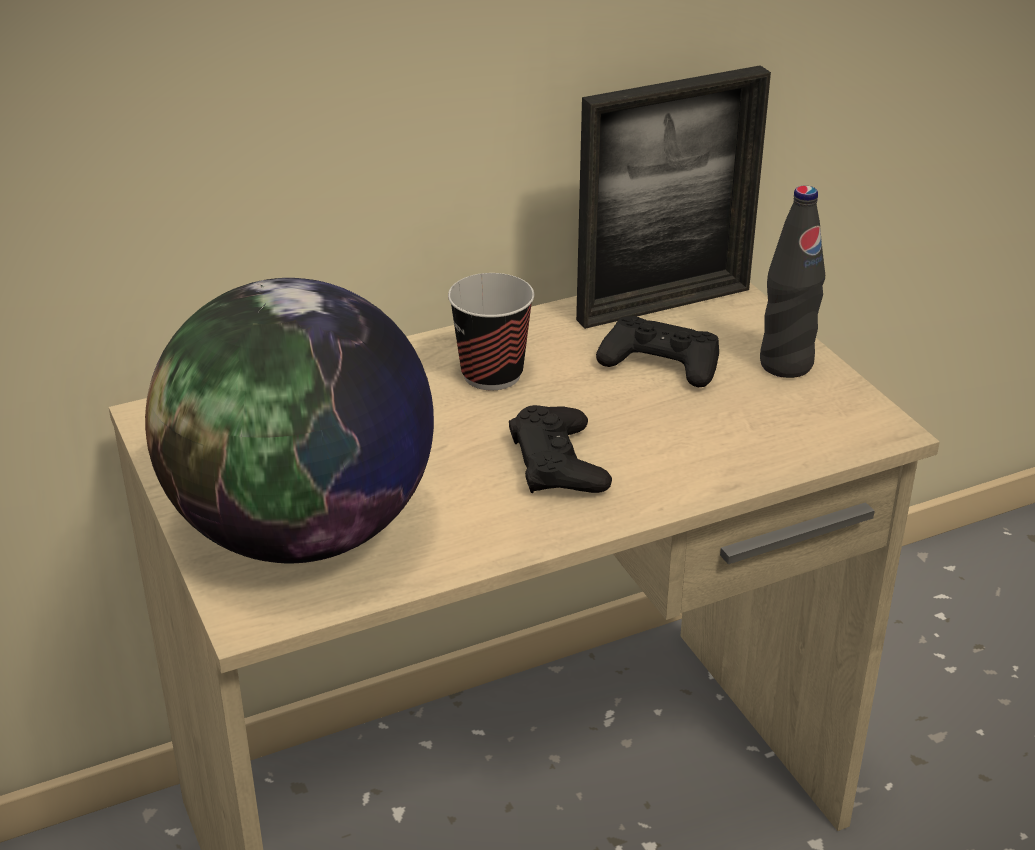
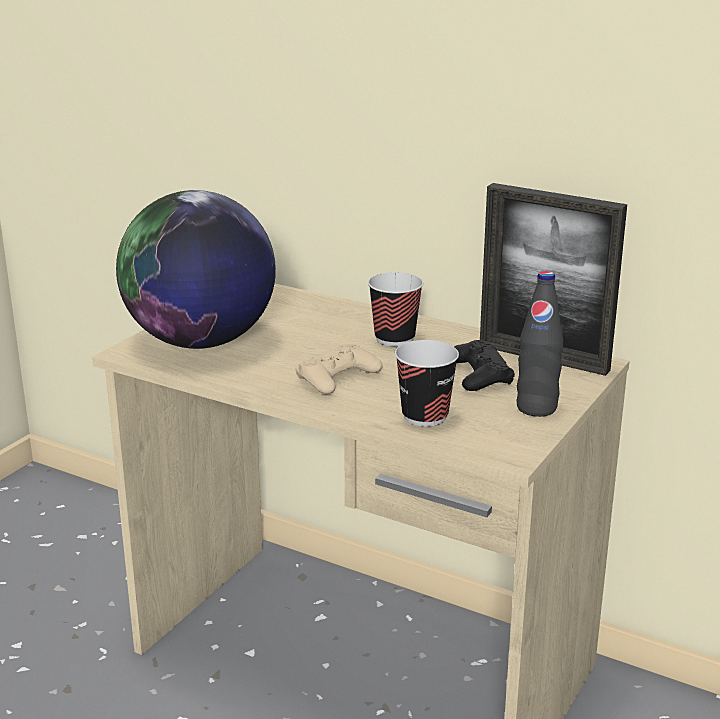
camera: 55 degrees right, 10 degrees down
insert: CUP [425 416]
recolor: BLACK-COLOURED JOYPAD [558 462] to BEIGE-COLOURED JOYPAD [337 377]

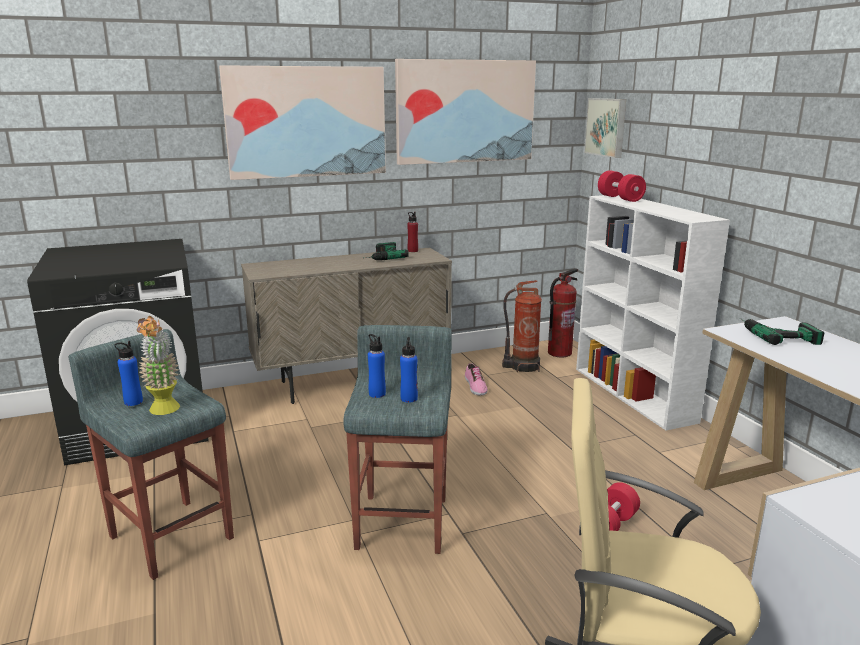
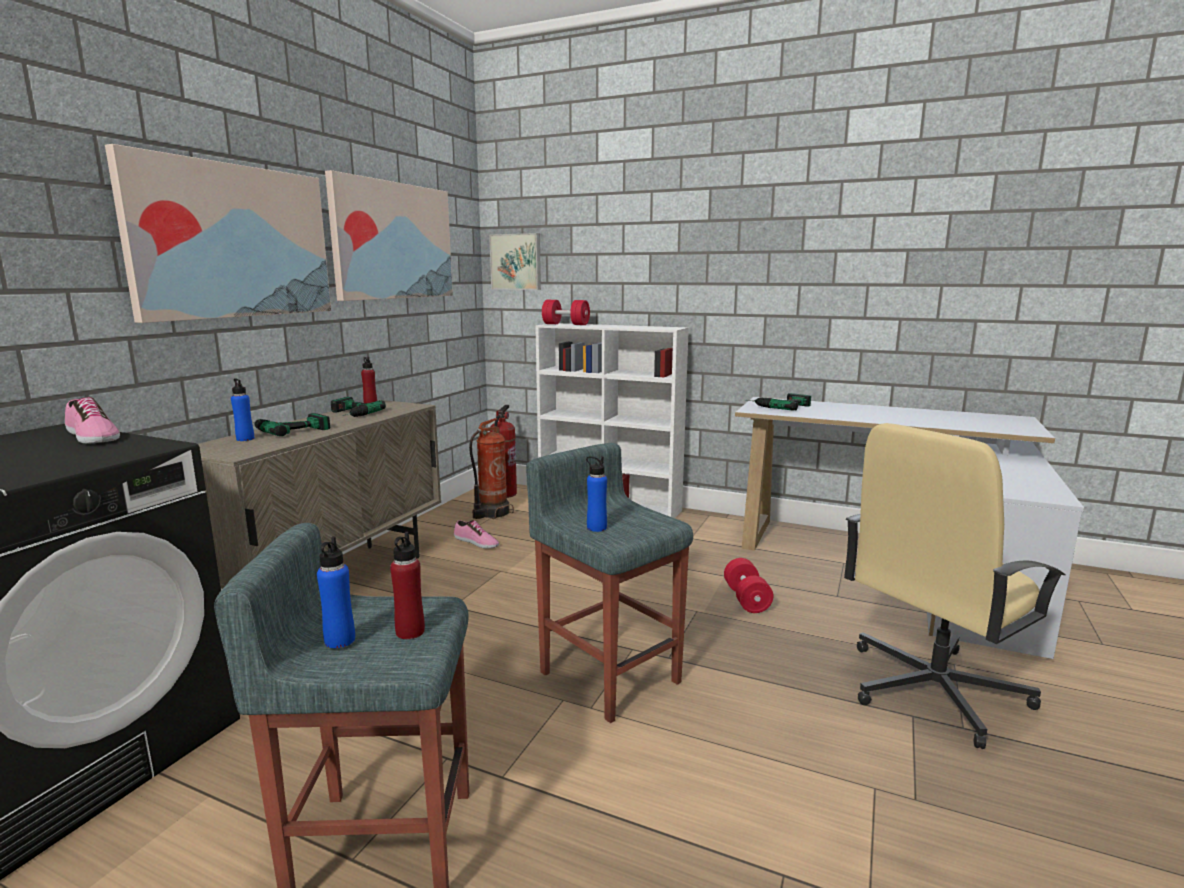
camera: 45 degrees left, 5 degrees down
insert: ITEM OF FOOTWEAR [91 436]; DRILL [288 429]
move: BLUISH DRINK BOTTLE [409 398] to [245 439]
replace: PLANT IN A POT [164 412] to REDDISH DRINK BOTTLE [410 632]

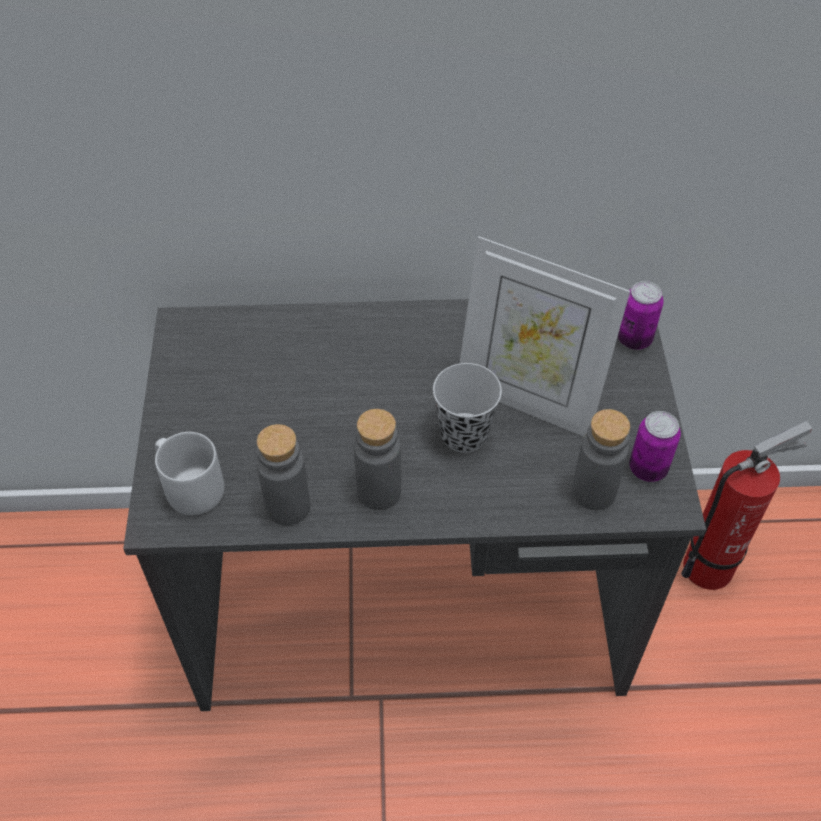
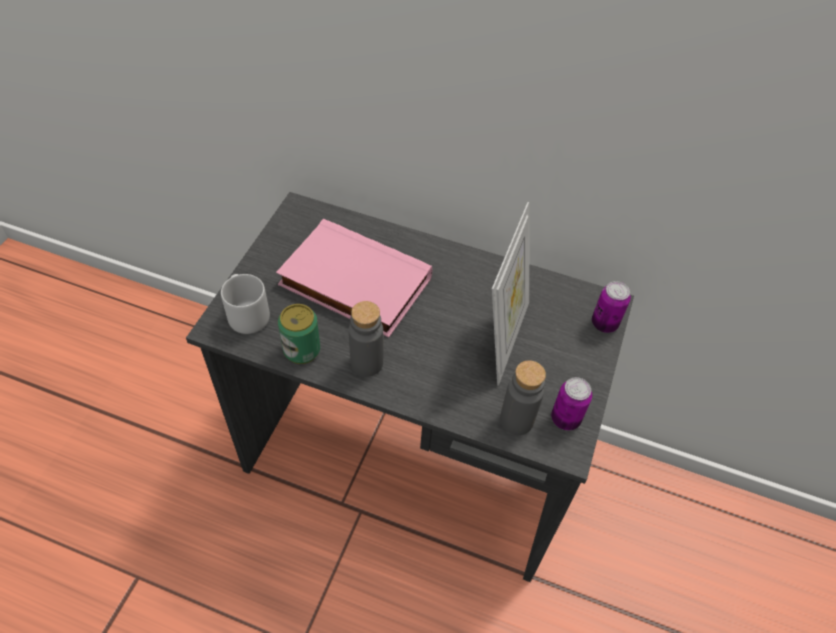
camera: 20 degrees right, 0 degrees up
delete: BLACK-COLOURED CUP [464 434]; EXTINGUISHER [714 565]
insert: PINK BOUND BOOK [352 284]
replace: GREY DRINK BOTTLE [288 506] to CAN [302 350]
rotate: PHOTO FRAME [527 400] = [503 338] 120 degrees counterclockwise

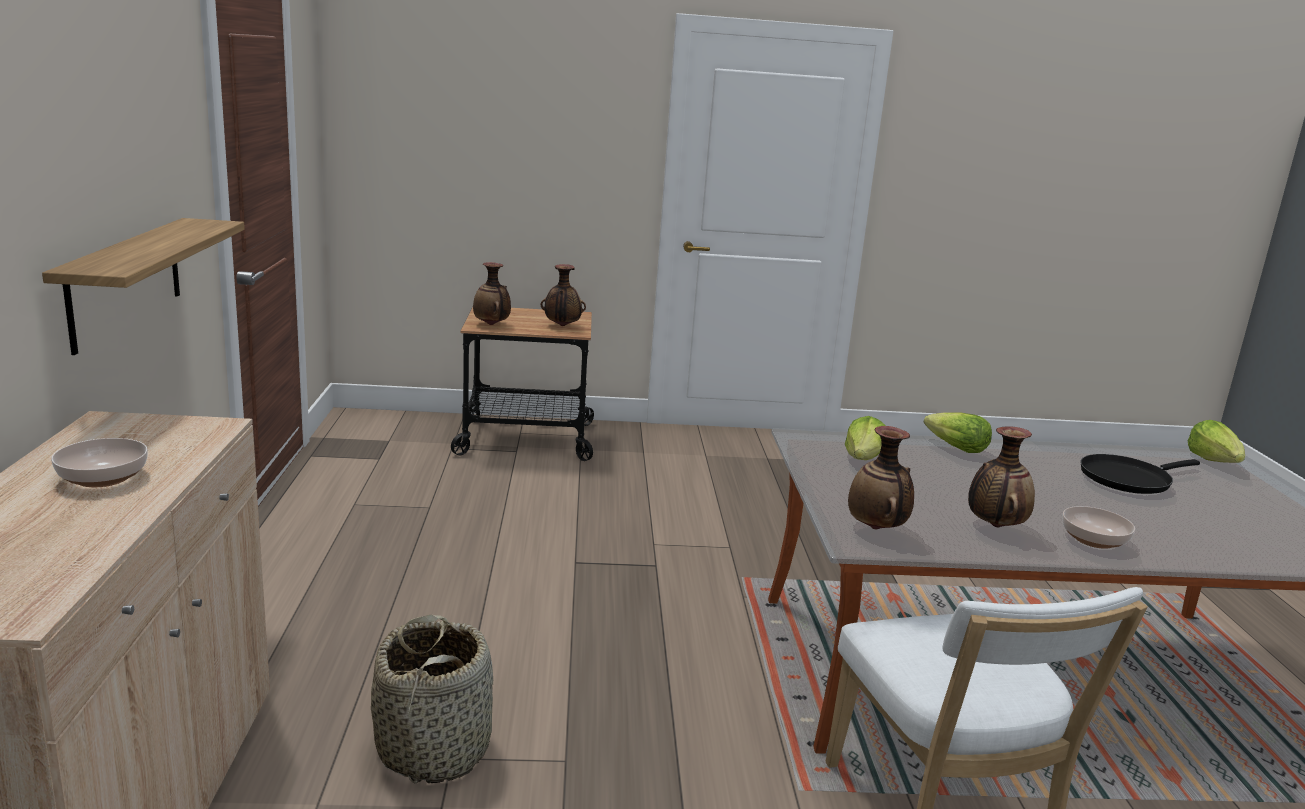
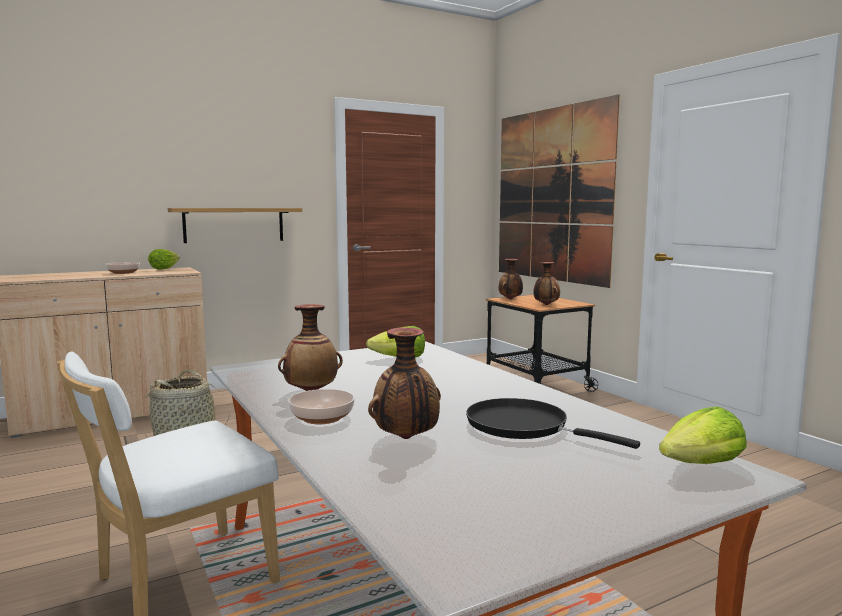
camera: 65 degrees right, 10 degrees down
insert: WALL ART [551 195]
move: DECORATIVE VASE [876 528] to [406 438]; HEAD OF LETTUCE [955 448] to [164 268]

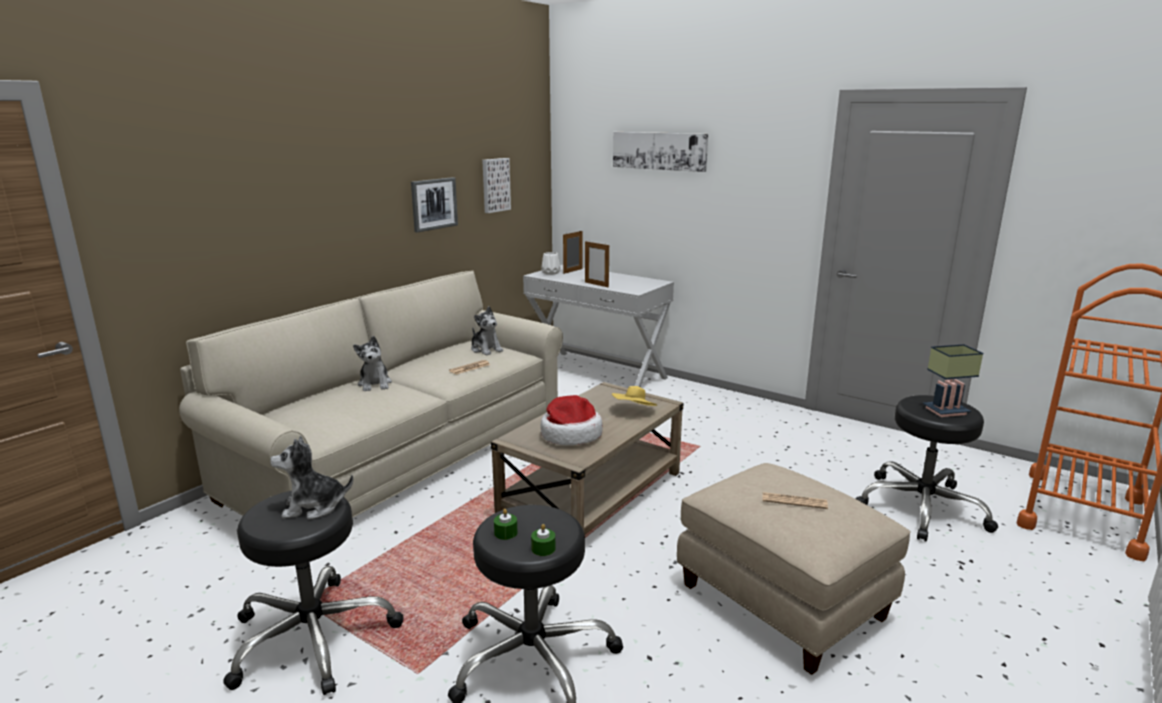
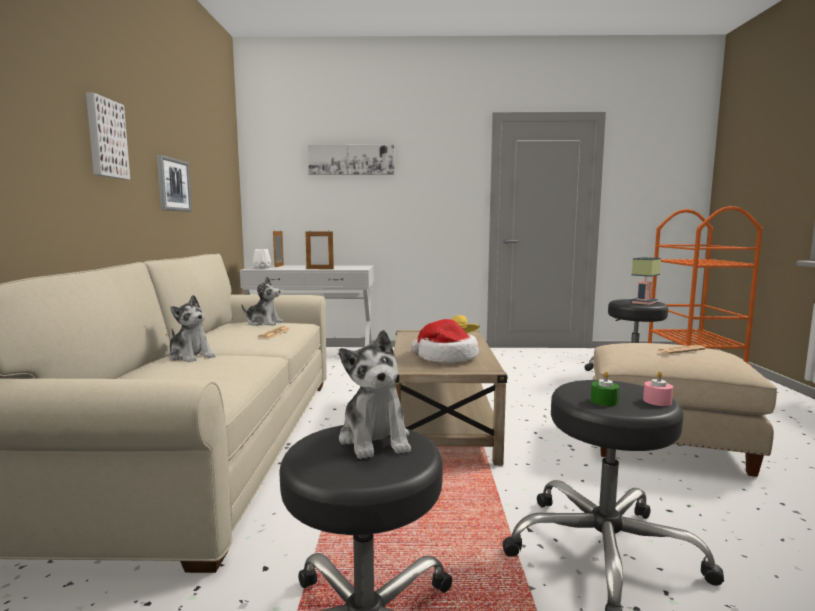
camera: 35 degrees left, 10 degrees down
move: WALL ART [495 185] to [105 138]
recolor: GREENISH WAX CANDLE [543 549] to PINK WAX CANDLE [657 401]
rotate: CUDDLY TOY [313 507] = [375 439] 60 degrees counterclockwise

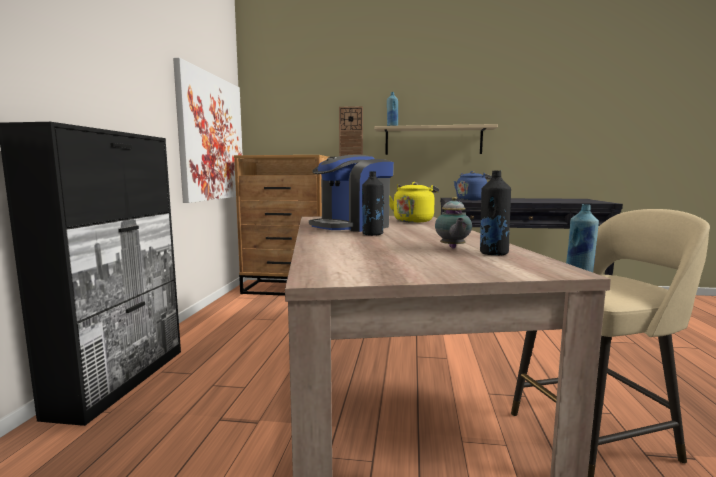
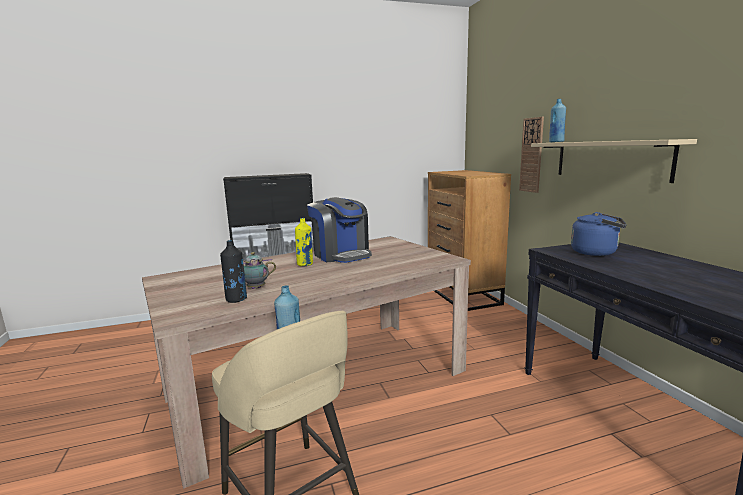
camera: 65 degrees right, 5 degrees up
delete: WALL ART [211 138]; YELLOWISH TEA KETTLE [414 221]
recolor: BLACK-COLOURED DRINK BOTTLE [372 234] to YELLOWISH DRINK BOTTLE [305 264]
rotate: COFFEE MACHINE [352 227] = [341 255] 150 degrees counterclockwise

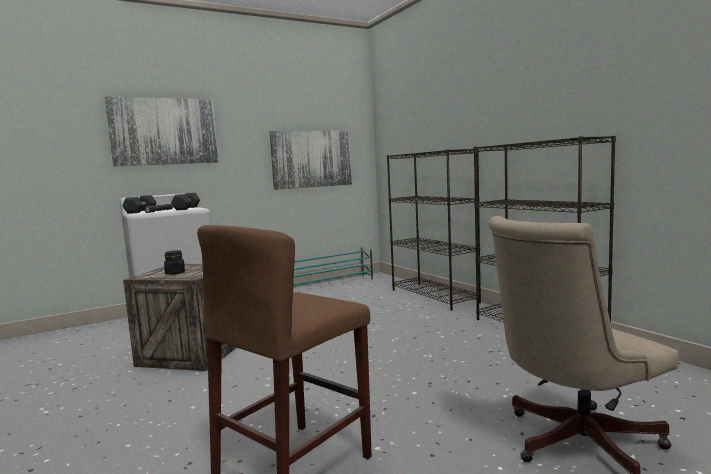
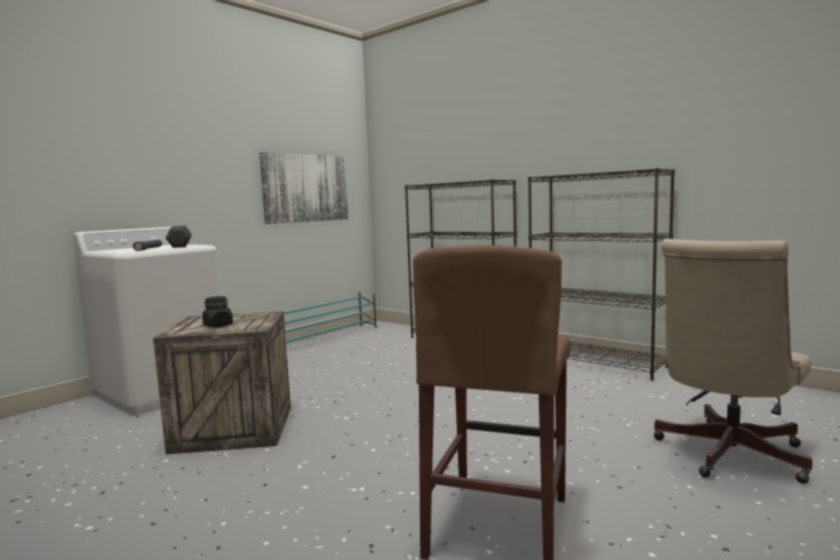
camera: 20 degrees left, 0 degrees up
delete: WALL ART [164 131]; BLACK-COLOURED HAND WEIGHT [140 211]

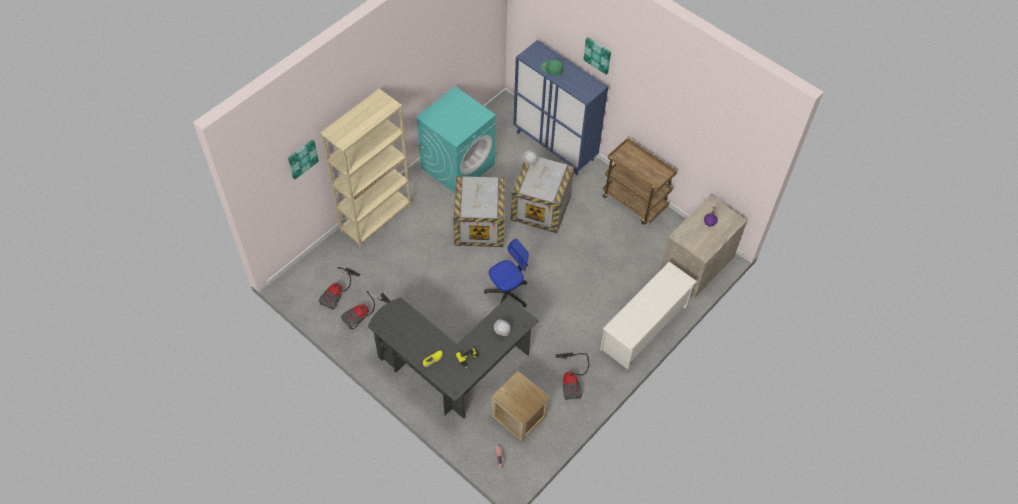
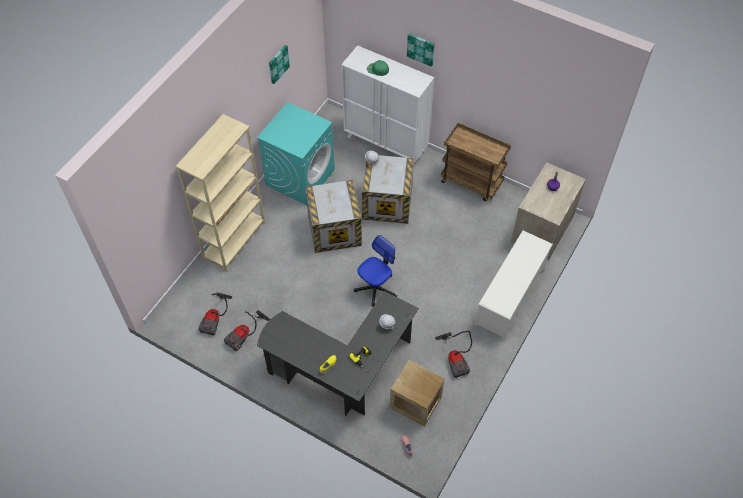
camera: 10 degrees left, 0 degrees up
move: WALL ART [302 158] to [278 64]
recolor: BLUISH CUPBOARD [555 146] to WHITE CUPBOARD [386 143]

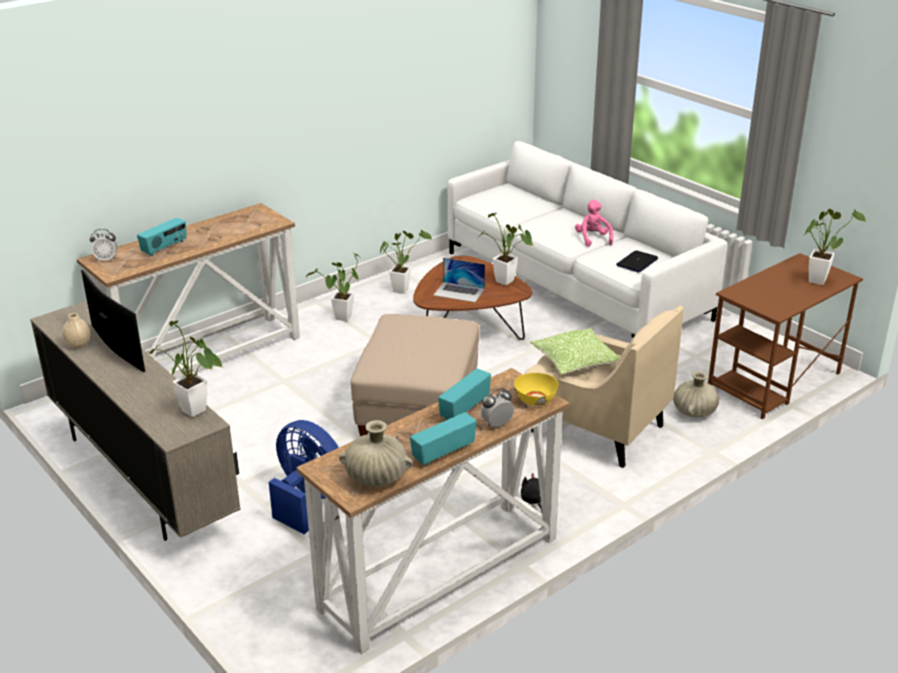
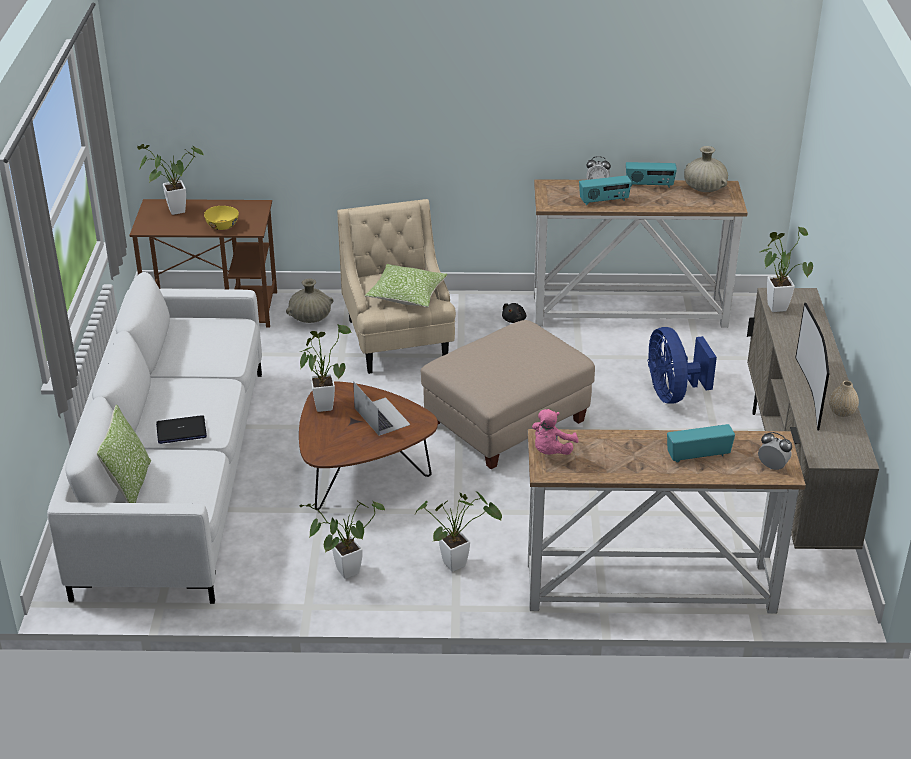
camera: 140 degrees left, 5 degrees up
insert: THROW PILLOW [130 485]
move: YELLOWISH SERVING BOWL [535 400] to [223 226]; PINK CUDDLY TOY [593 239] to [551 451]; NOTEBOOK COMPUTER [637 262] to [181 431]

